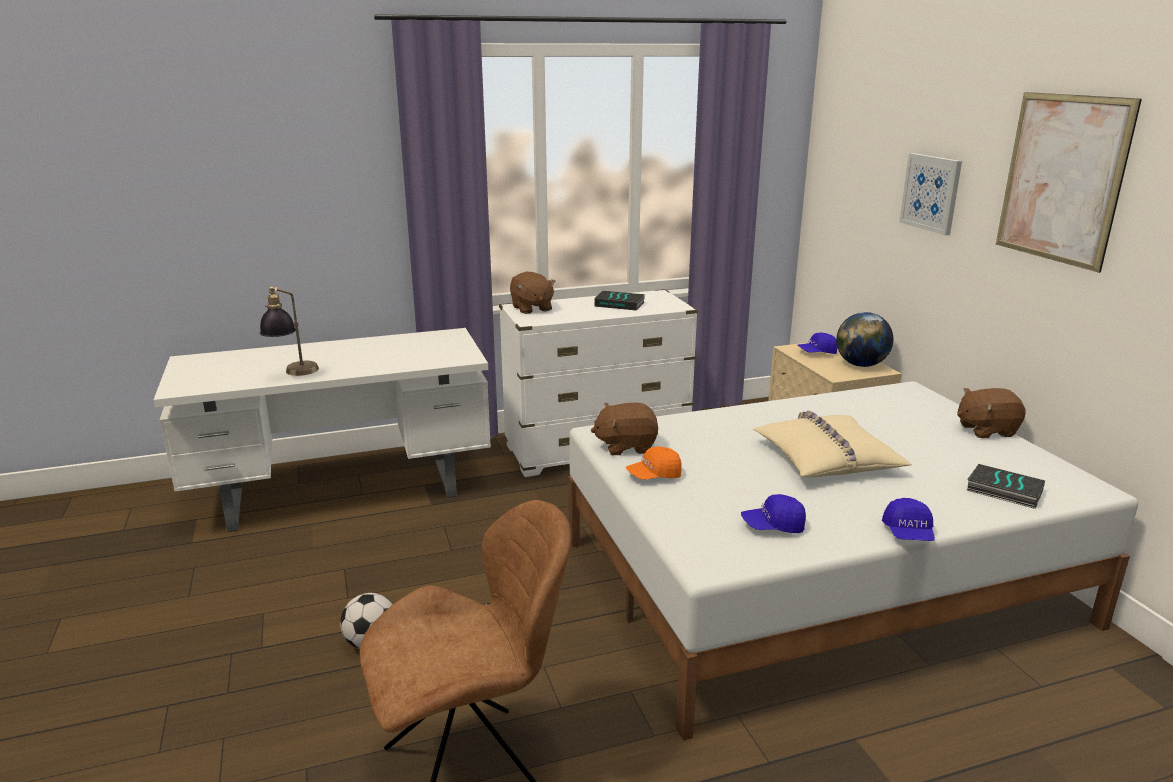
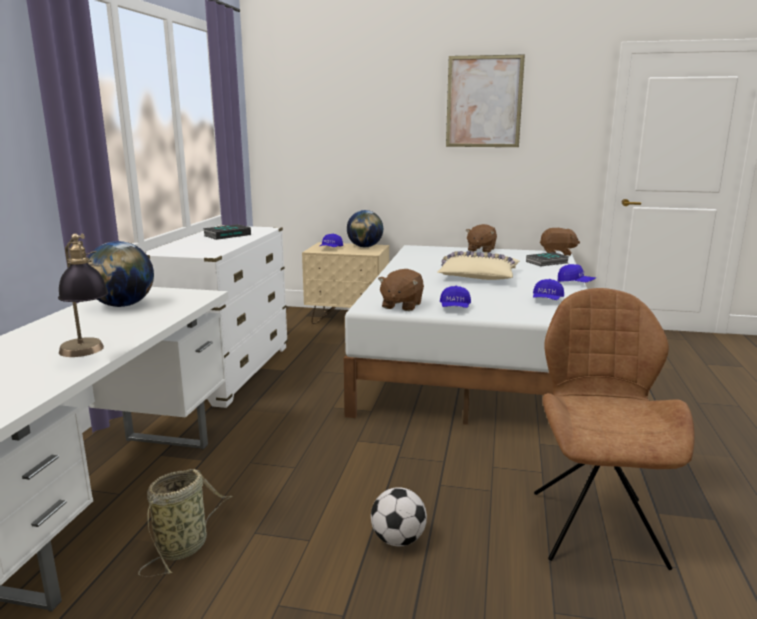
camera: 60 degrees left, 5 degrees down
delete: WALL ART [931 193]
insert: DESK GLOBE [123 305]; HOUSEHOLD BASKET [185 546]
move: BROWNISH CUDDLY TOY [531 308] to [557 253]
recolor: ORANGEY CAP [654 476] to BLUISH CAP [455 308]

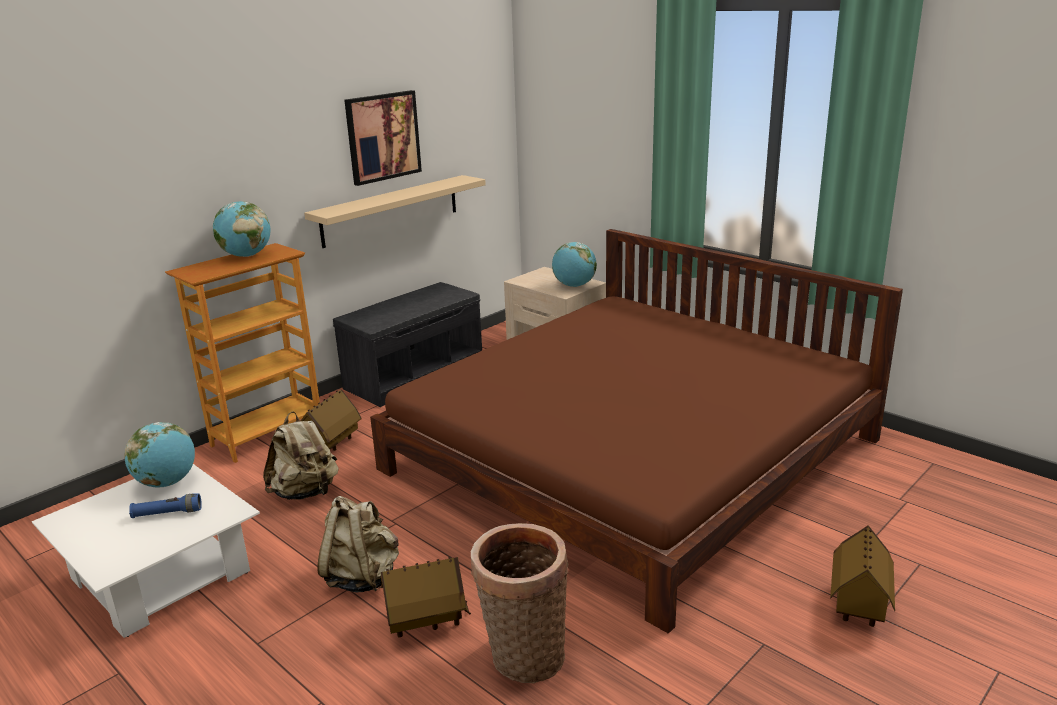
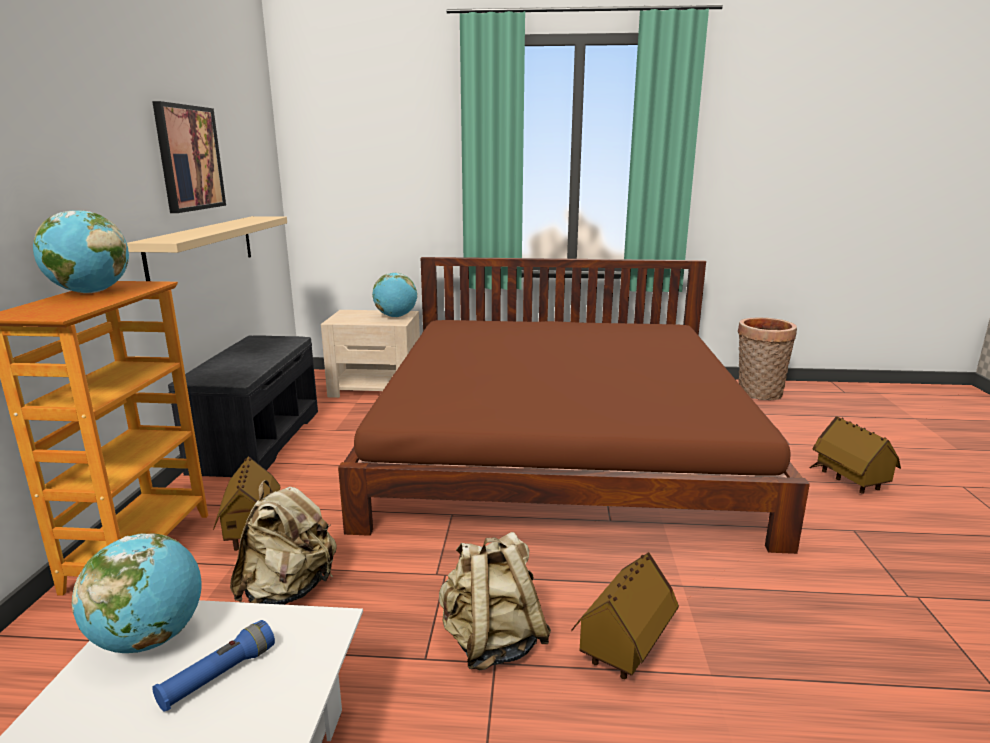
camera: 40 degrees left, 5 degrees down
move: HOUSEHOLD BASKET [523 656] to [758 394]

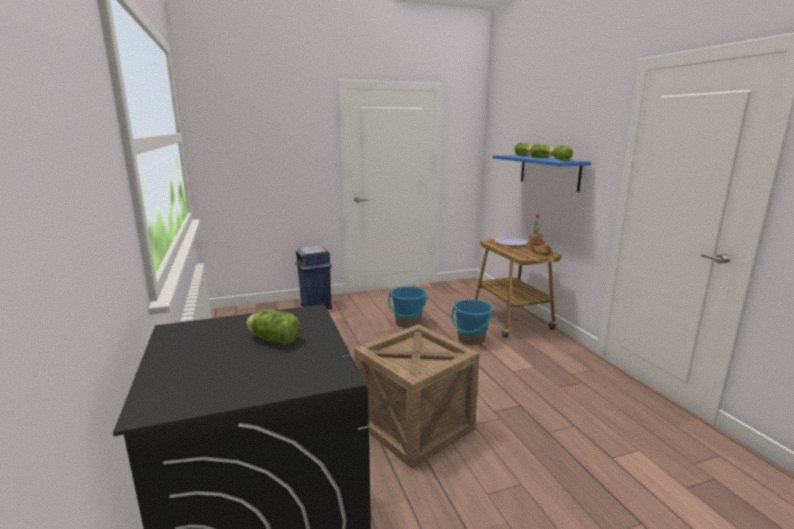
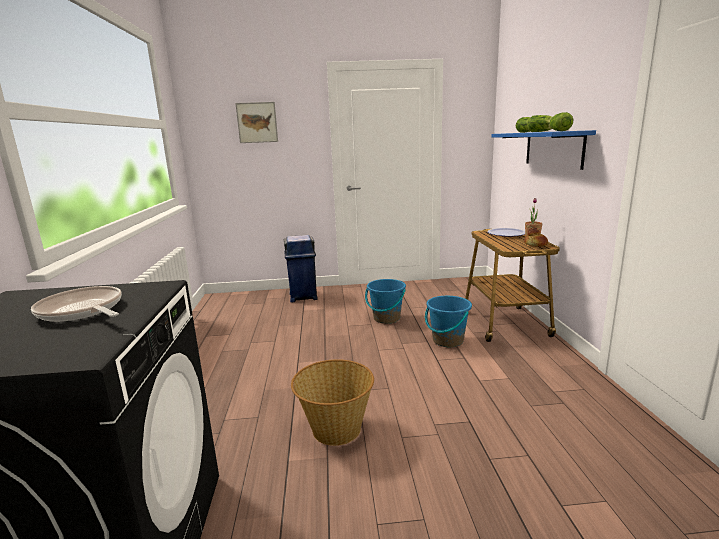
camera: 15 degrees right, 0 degrees up
insert: WALL ART [257 122]
replace: HEAD OF LETTUCE [272 339] to SKILLET [82 311]; PACKING CRATE [415 425] to HOUSEHOLD BASKET [335 429]

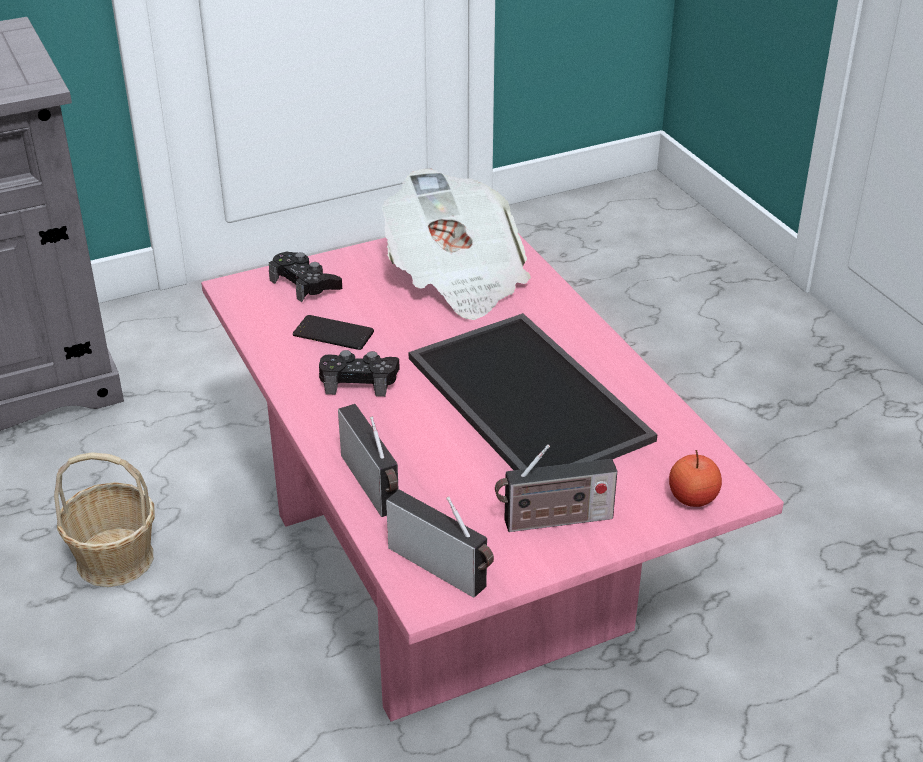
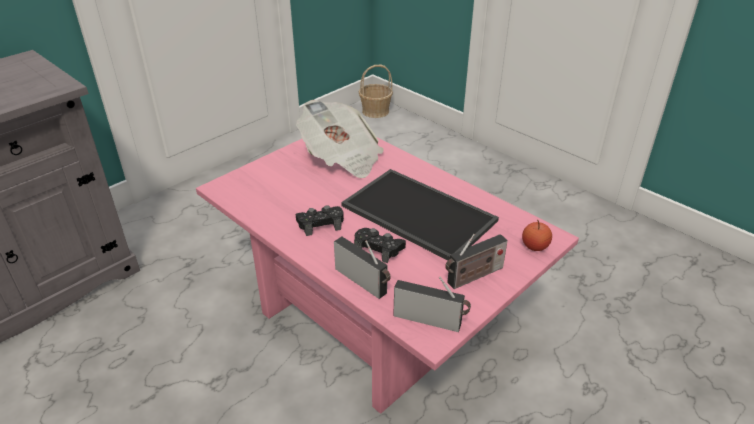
camera: 20 degrees left, 0 degrees up
delete: HANDSET [333 334]
move: HOUSEHOLD BASKET [114 559] to [375 111]; BLACK-COLOURED JOYPAD [305 283] to [378 248]

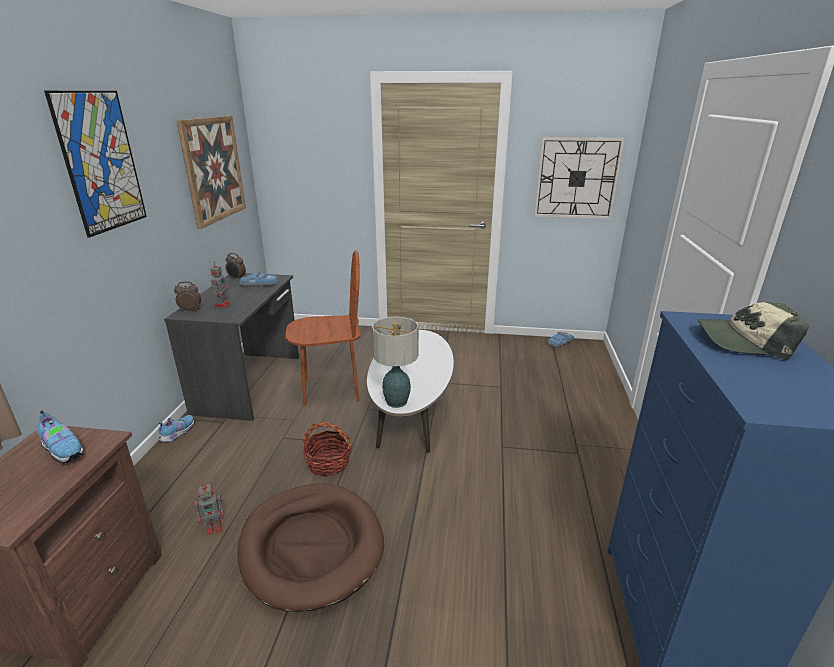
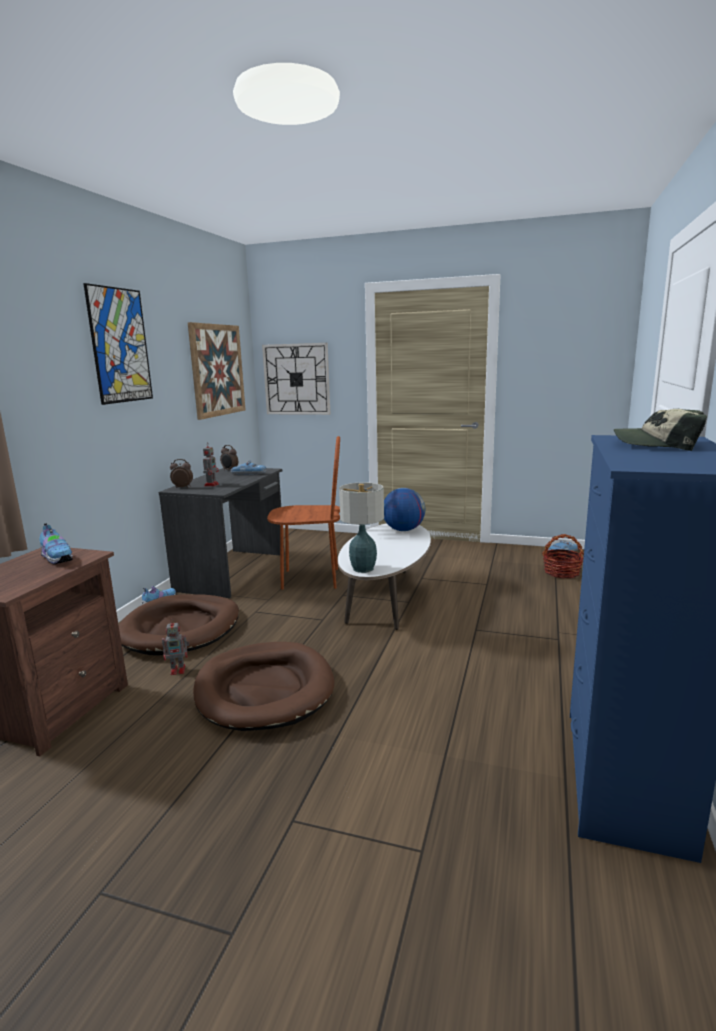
camera: 10 degrees right, 10 degrees down
insert: BROWNISH DOG CUSHION [181 628]; DESK GLOBE [403 530]
move: HOUSEHOLD BASKET [328 463] to [561 572]; HANGING CLOCK [577 178] to [296 379]

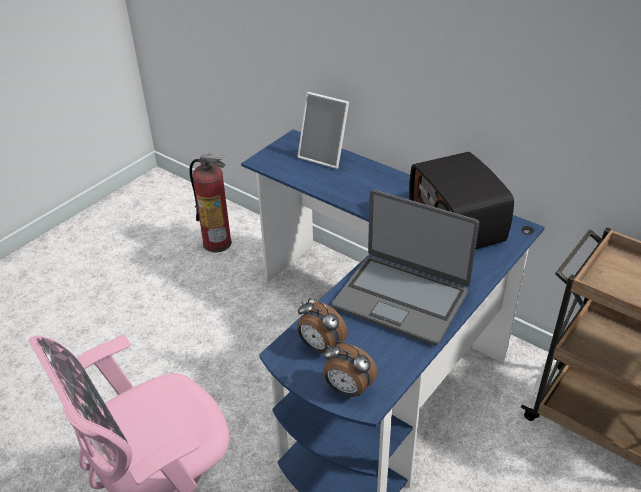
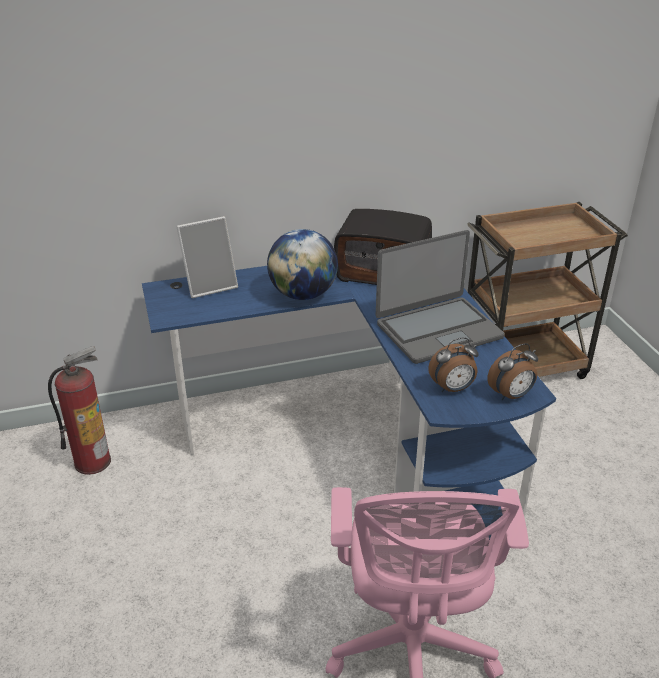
camera: 55 degrees left, 5 degrees down
insert: DESK GLOBE [303 294]

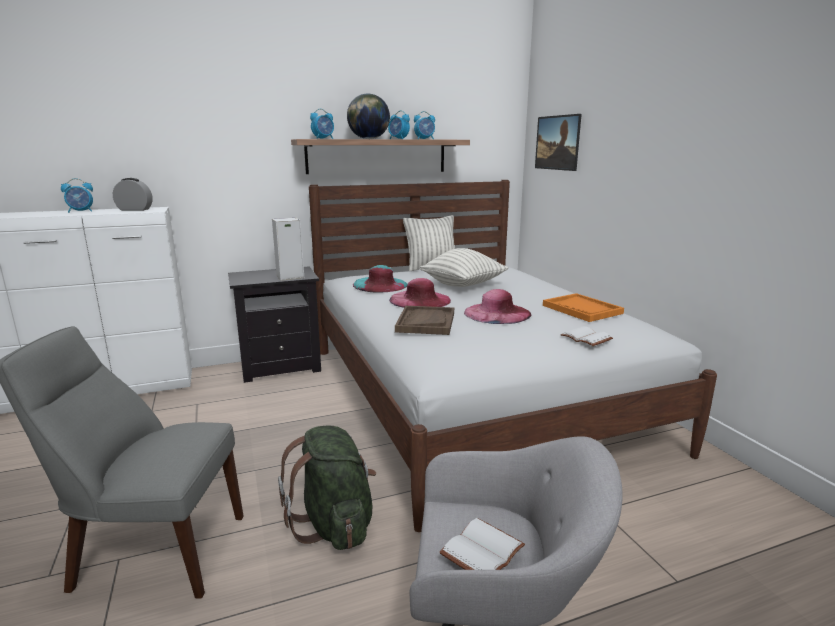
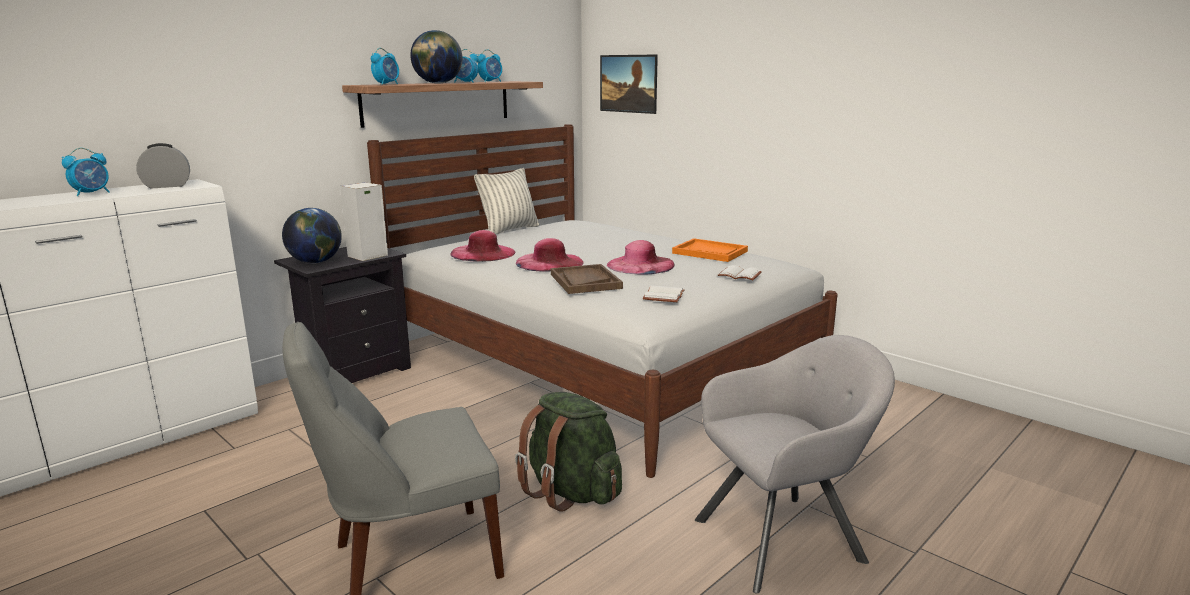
camera: 25 degrees left, 0 degrees up
delete: THROW PILLOW [463 285]
insert: DESK GLOBE [315 262]
move: WHITE BOUND BOOK [483 552] to [665 296]
recolor: TURQUOISE WEARABLE HAT [380 285] to PINK WEARABLE HAT [483 253]

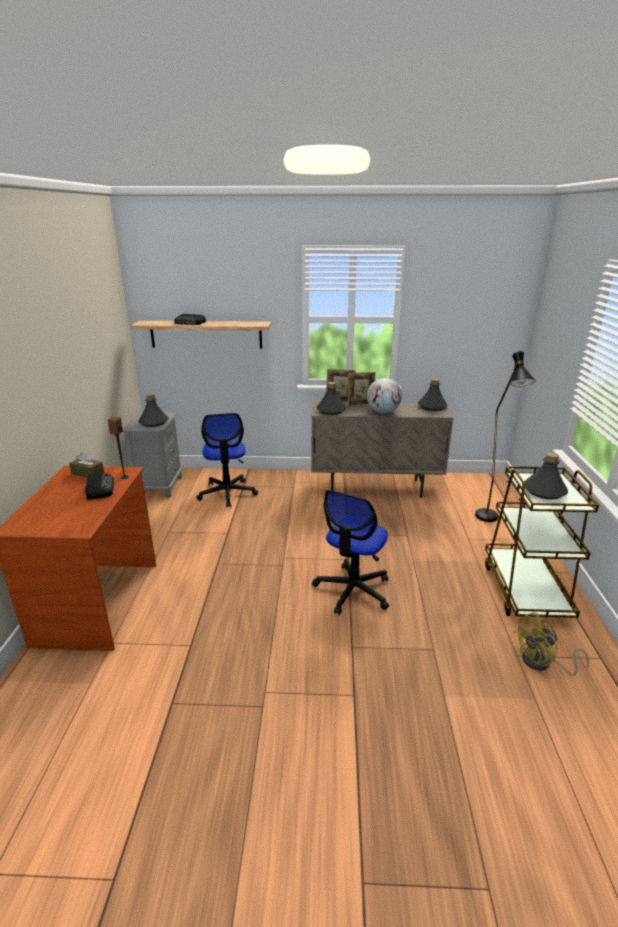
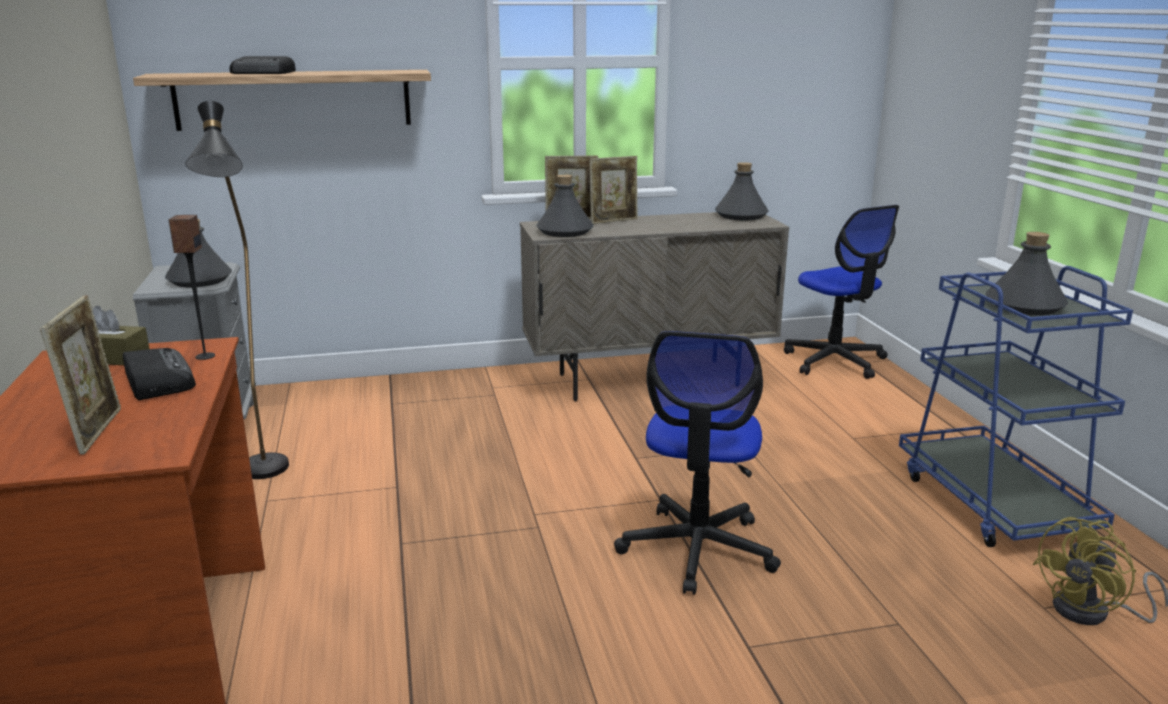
camera: 15 degrees left, 5 degrees down
delete: DESK GLOBE [383 412]
insert: PHOTO FRAME [96 431]
move: OFFICE CHAIR [227 493] to [835 361]; BLACK-COLOURED STANDING LAMP [489 520] to [264 476]
recolor: BROWNISH CART [525 589] to BLUISH CART [993 502]

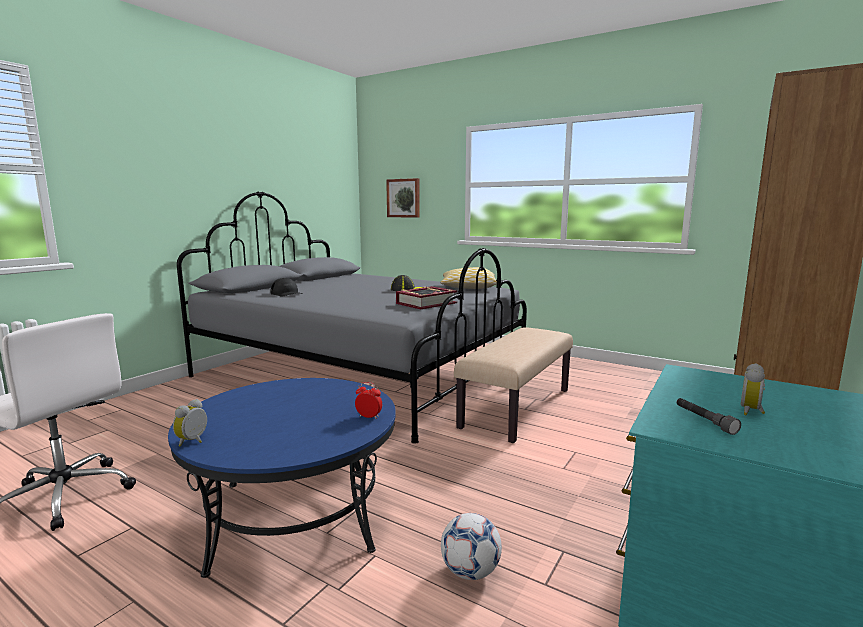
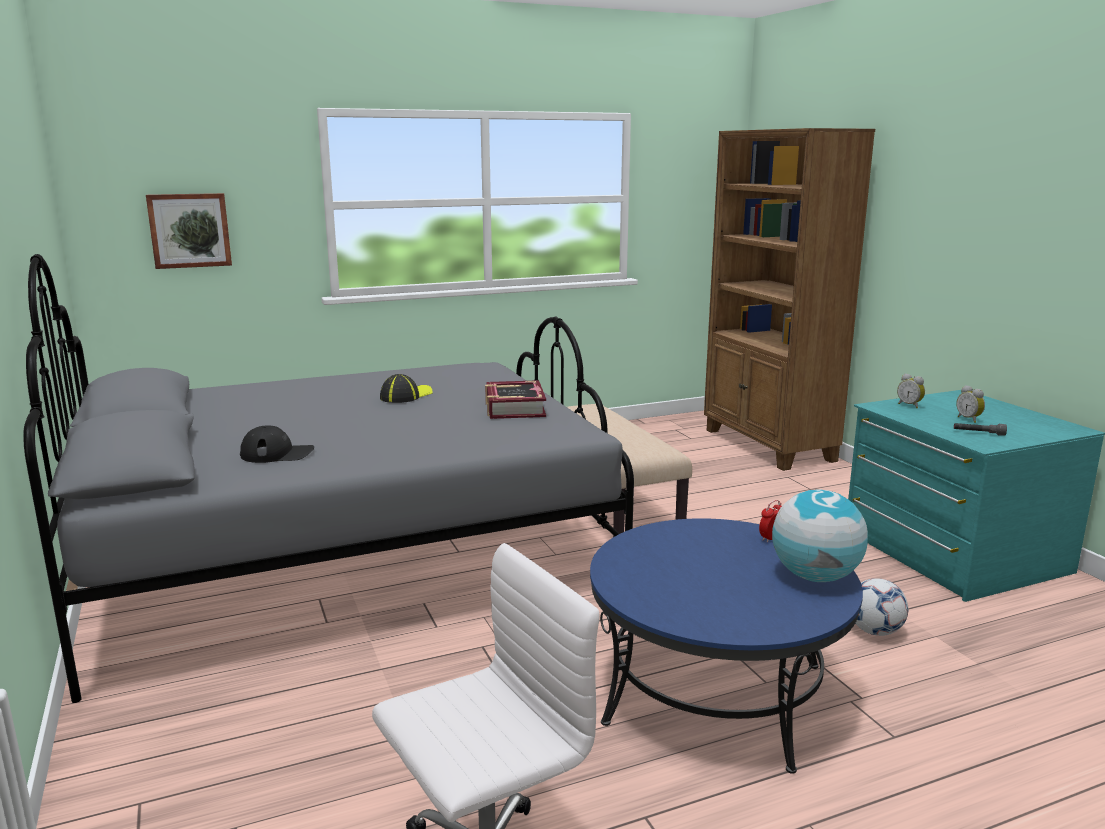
camera: 55 degrees left, 5 degrees up
delete: THROW PILLOW [468 287]
insert: DESK GLOBE [815 576]
move: BEDSIDE CLOCK [194 441] to [910 405]

